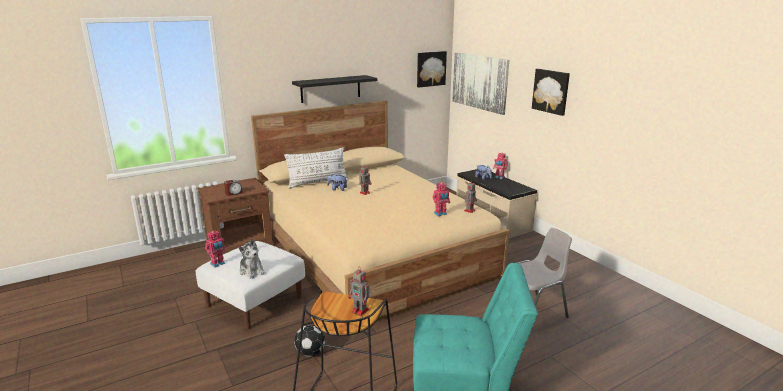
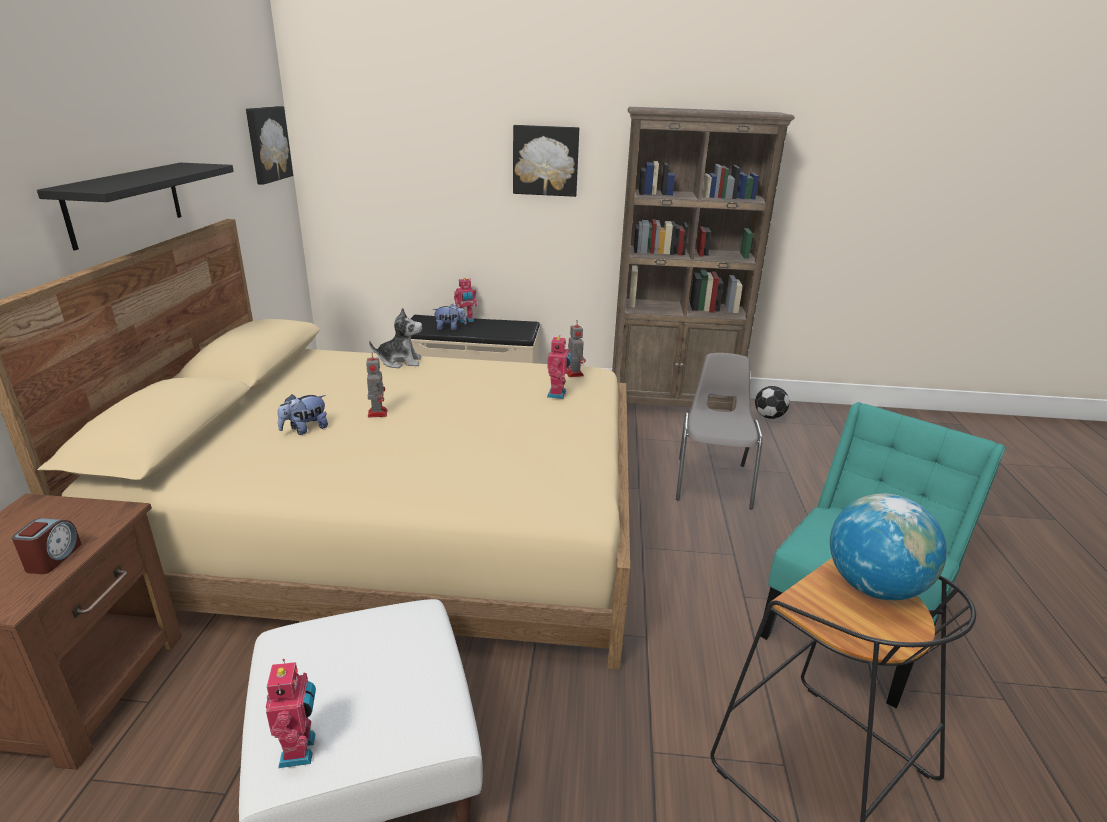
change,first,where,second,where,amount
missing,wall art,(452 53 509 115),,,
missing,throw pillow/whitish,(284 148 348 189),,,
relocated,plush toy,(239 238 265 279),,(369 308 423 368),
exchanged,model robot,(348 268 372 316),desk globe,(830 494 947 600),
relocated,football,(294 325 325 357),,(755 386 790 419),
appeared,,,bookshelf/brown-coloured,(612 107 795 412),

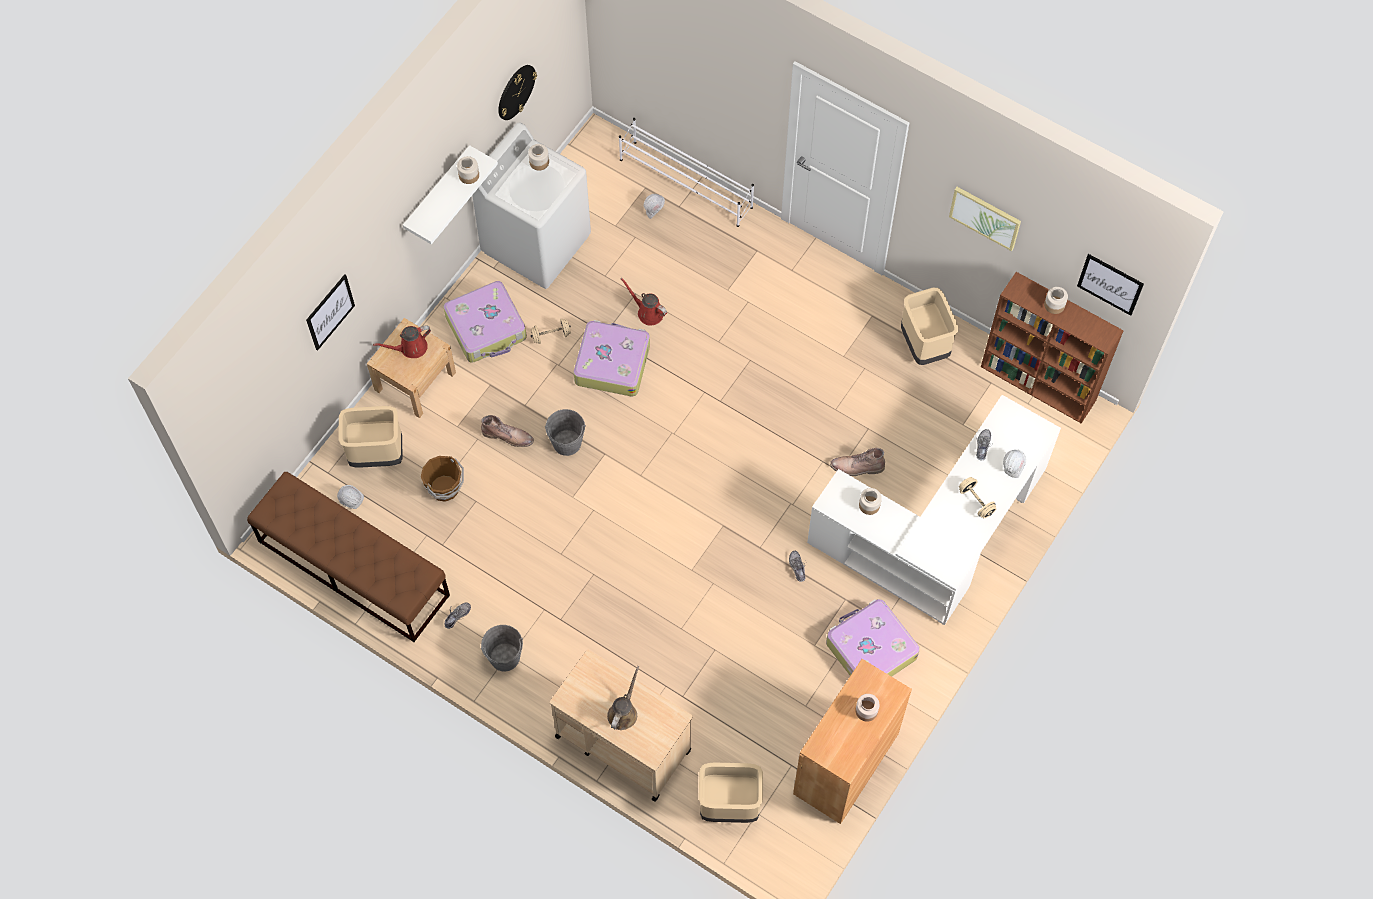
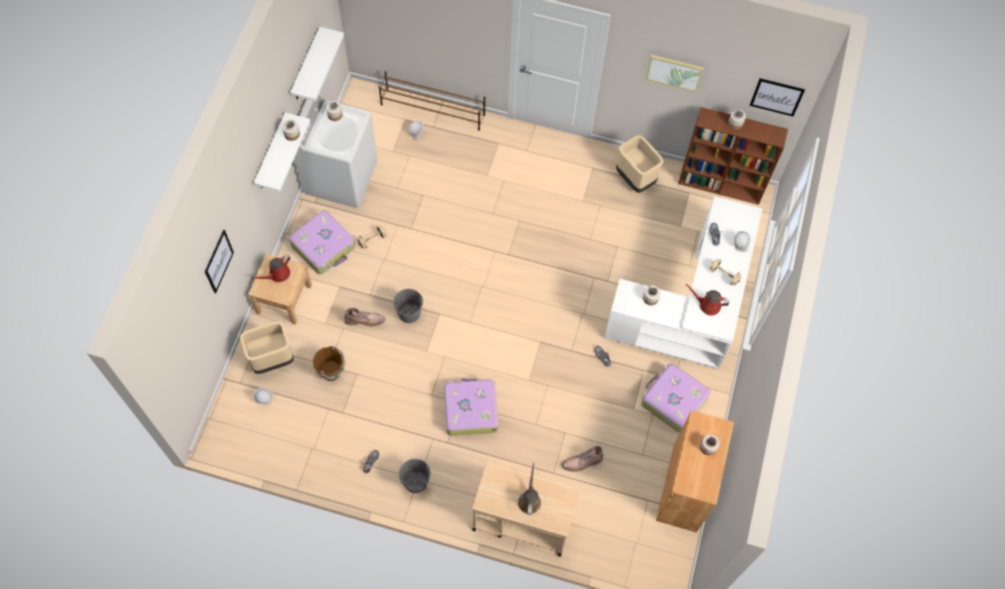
change,first,where,second,where,amount
exchanged,wall clock,(498 65 537 120),bracket shelf/whitish,(290 27 344 101),
colour,shoe stand/whitish,(619 118 754 227),shoe stand/brown-coloured,(379 71 485 131),
relocated,watering can/red-coloured,(621 278 667 326),,(686 284 730 316),
relocated,piece of luggage,(574 320 650 396),,(444 378 499 436),
relocated,boot/brown-coloured,(830 448 885 476),,(561 446 603 472),
missing,indoor bench/brown-coloured,(247 472 450 642),,,
missing,trash can/beige,(699 763 763 823),,,

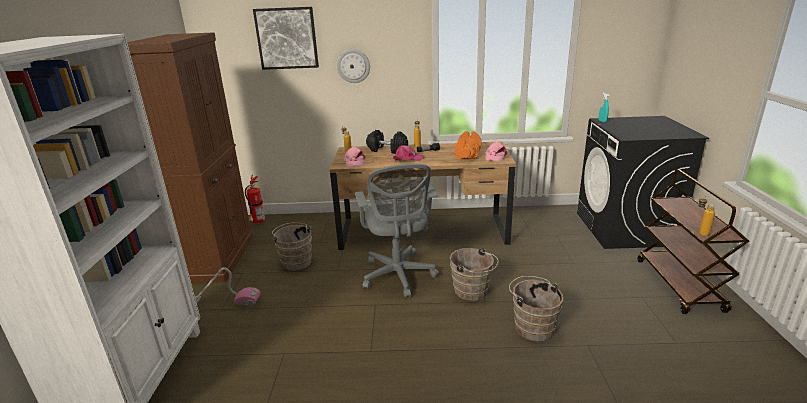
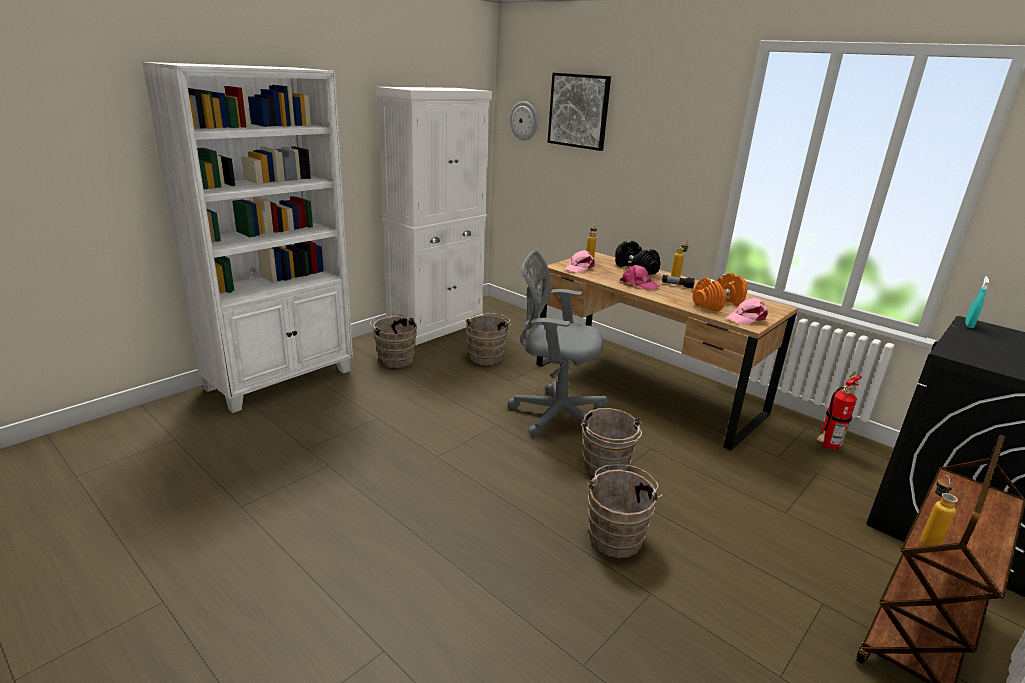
change,first,where,second,where,amount
colour,storage cabinet/brown-coloured,(127 32 253 283),storage cabinet/whitish,(376 87 492 345),
relocated,wall clock,(337 49 370 83),,(510 101 538 141),
spun,desk chair/greyish,(355 164 439 298),,(508 250 607 437),75 degrees clockwise
relocated,fire extinguisher,(245 175 265 224),,(817 372 862 450),
exchanged,hoover,(195 267 261 306),pail/brown-coloured,(370 314 417 368),

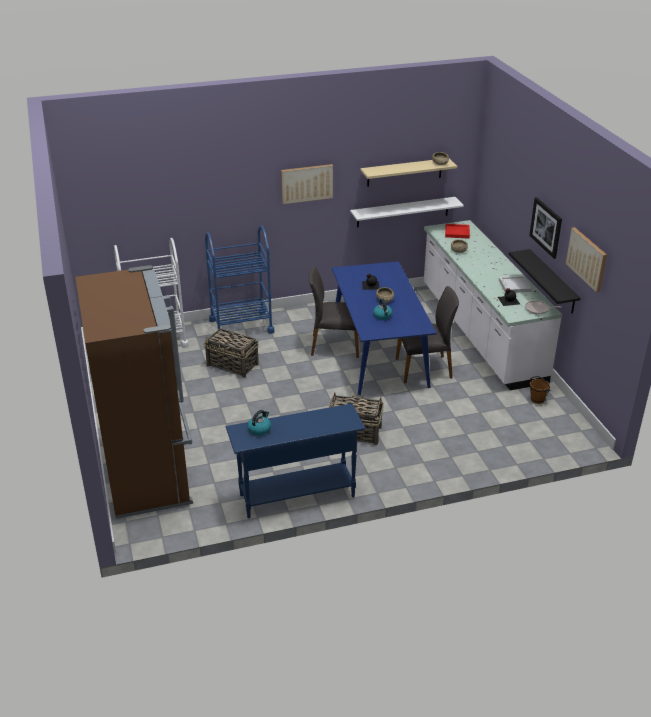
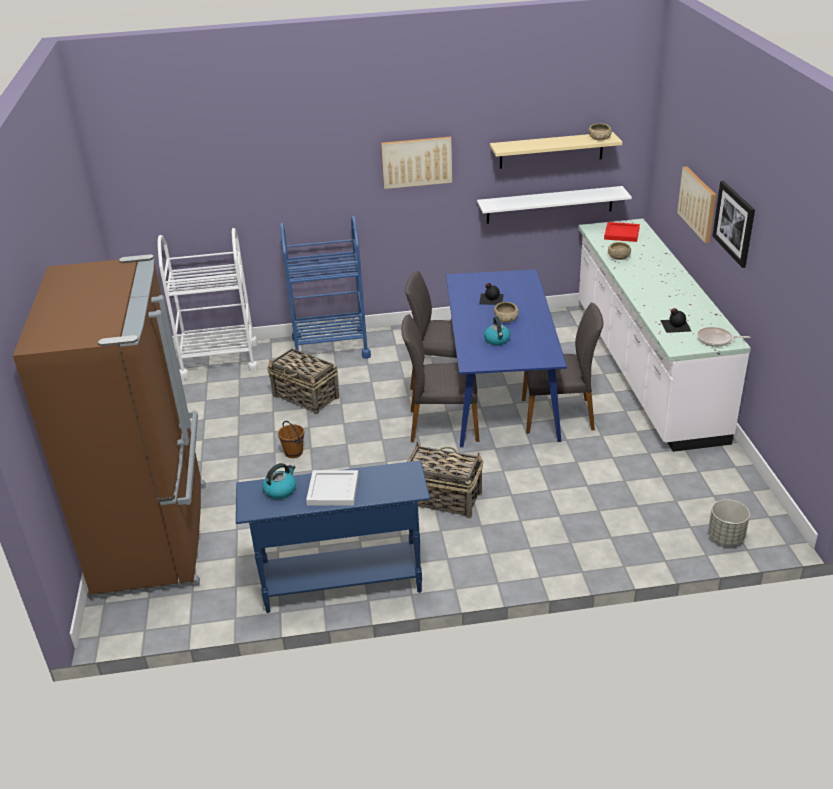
change,first,where,second,where,amount
relocated,wall art,(566 227 607 293),,(677 166 716 243),
missing,bracket shelf/black,(509 249 581 314),,,
relocated,carrying tray/whitish,(499 276 532 293),,(306 470 359 505),
relocated,pail/brown-coloured,(529 376 550 404),,(278 421 304 458),
appeared,,,upright chair/greyish,(401 314 479 442),
appeared,,,planter/greyish,(708 499 750 545),

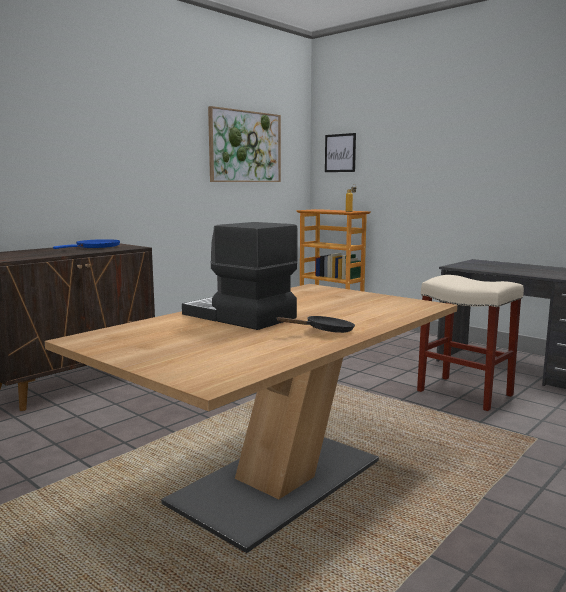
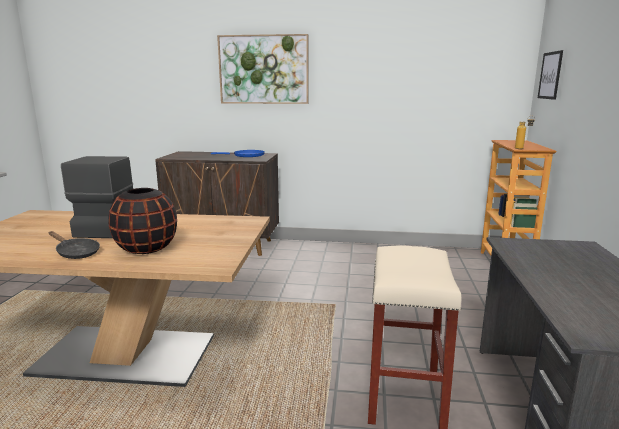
change,first,where,second,where,amount
relocated,wall art,(208 106 281 182),,(217 34 308 104),
appeared,,,decorative vase/black,(108 188 177 254),

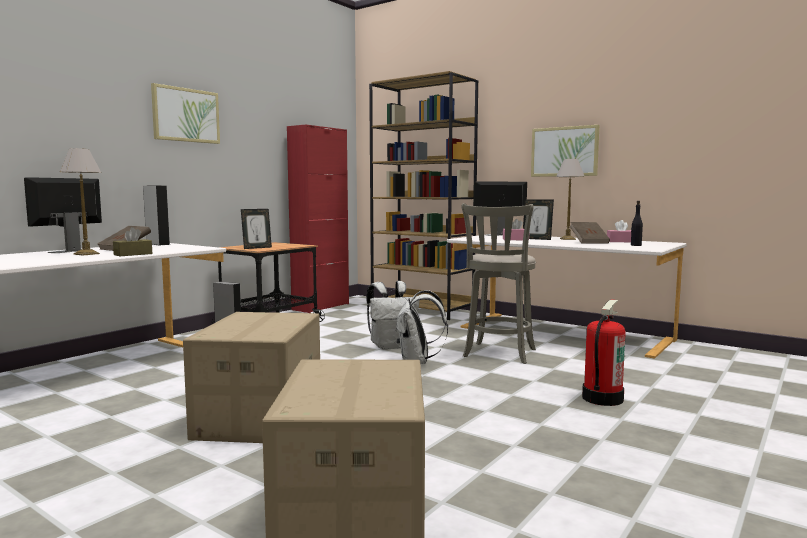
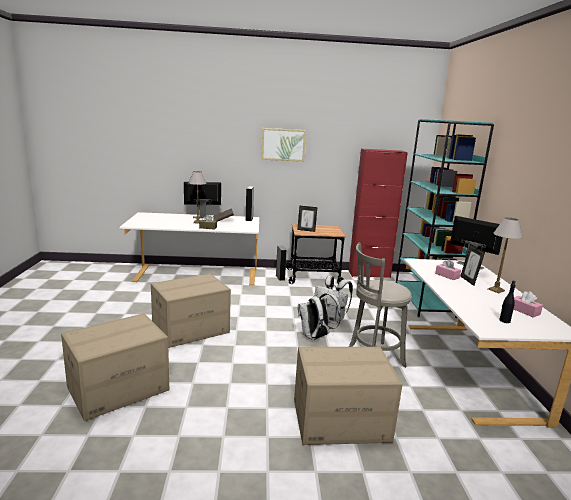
change,first,where,second,where,amount
colour,bookshelf/brown-coloured,(369 71 478 320),bookshelf/turquoise,(396 119 494 318),
missing,wall art,(531 125 599 177),,,
missing,book/brown-coloured,(570 222 610 244),,,
exchanged,fire extinguisher,(582 300 626 406),carton,(294 347 403 445),

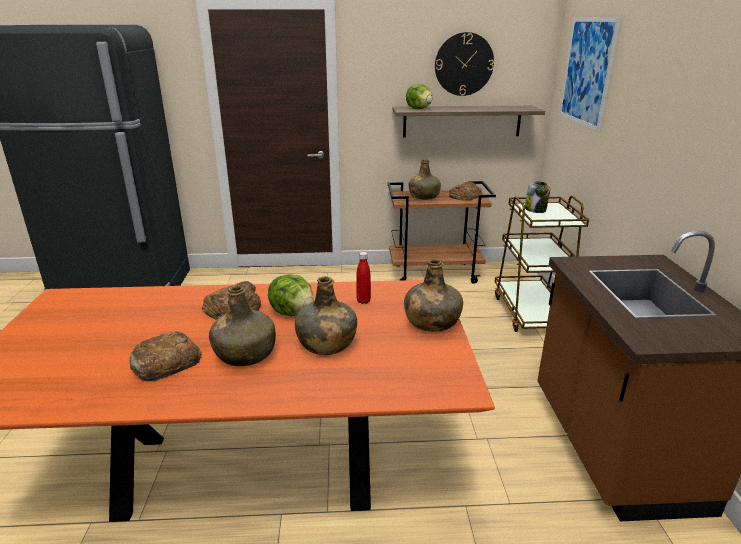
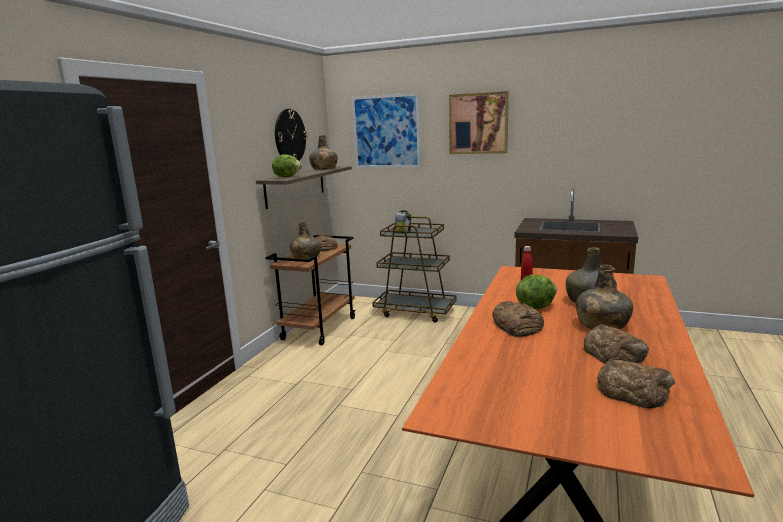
change,first,where,second,where,amount
relocated,bottle/greenish,(404 259 463 332),,(309 135 337 170),
appeared,,,wall art,(449 91 509 154),
appeared,,,baked bread,(597 359 675 408),

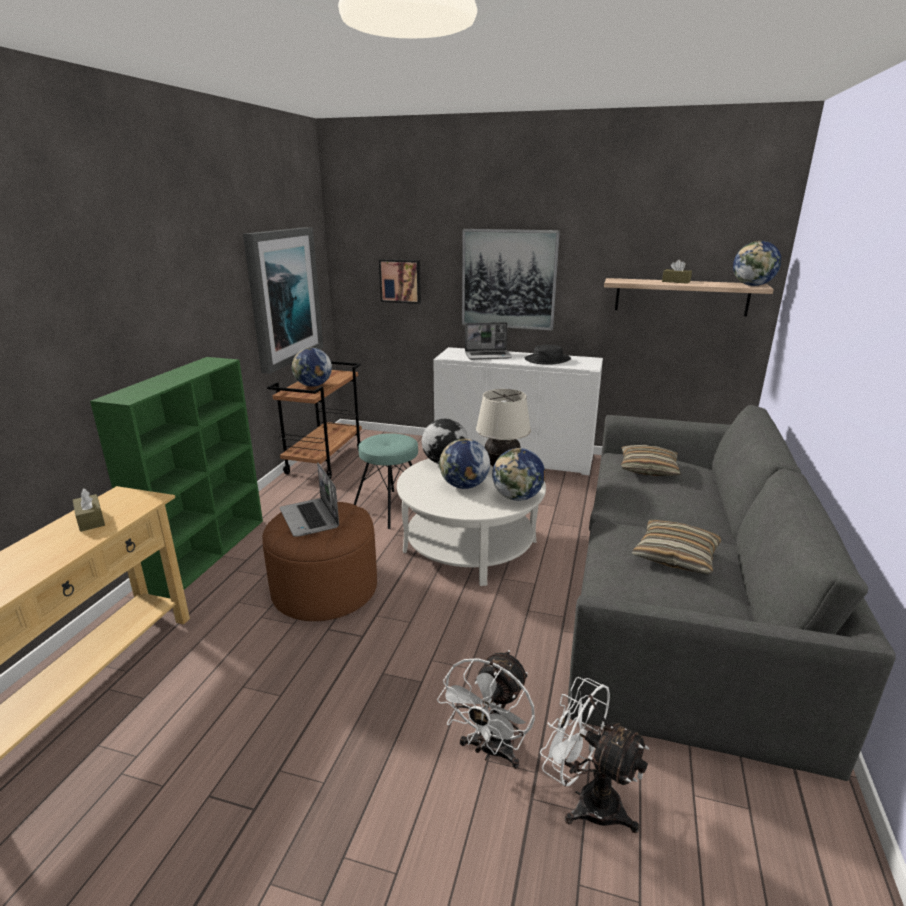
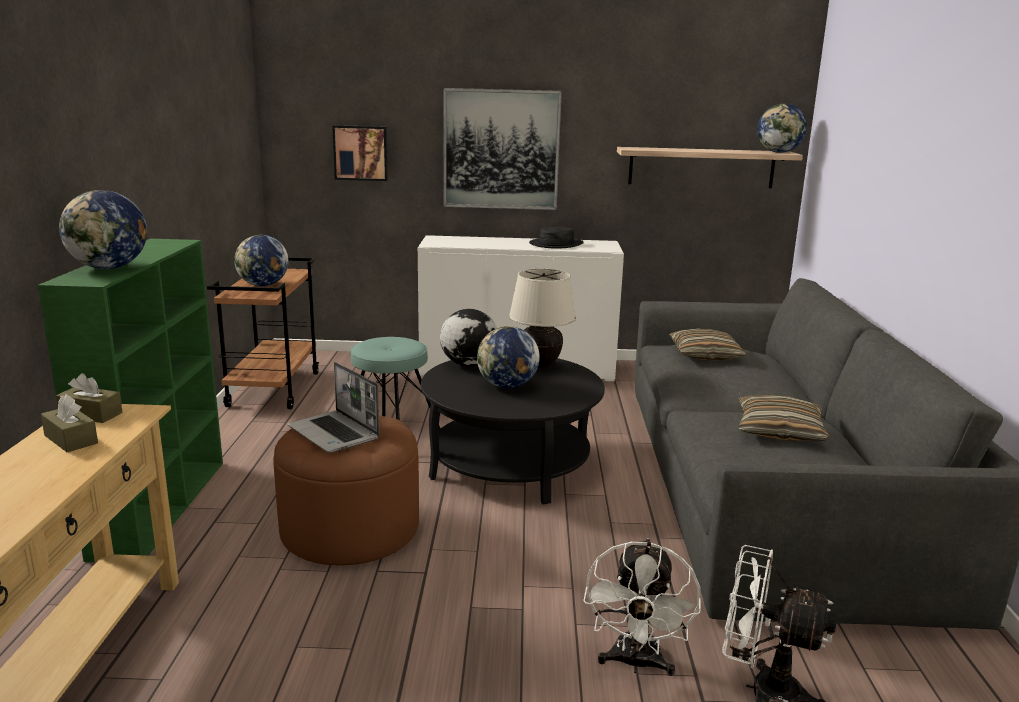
change,first,where,second,where,amount
missing,wall art,(243 227 323 374),,,
relocated,tissue holder/brown-coloured,(662 260 692 284),,(56 373 123 423),
missing,portable computer,(465 322 512 360),,,
relocated,desk globe,(492 448 545 501),,(59 190 147 269),
colour,low table/whitish,(397 459 546 586),low table/black,(421 358 605 504),

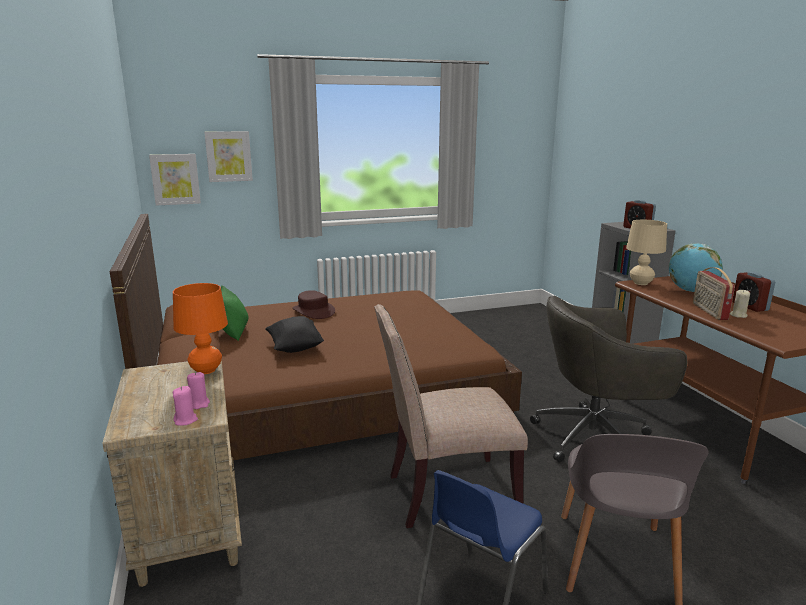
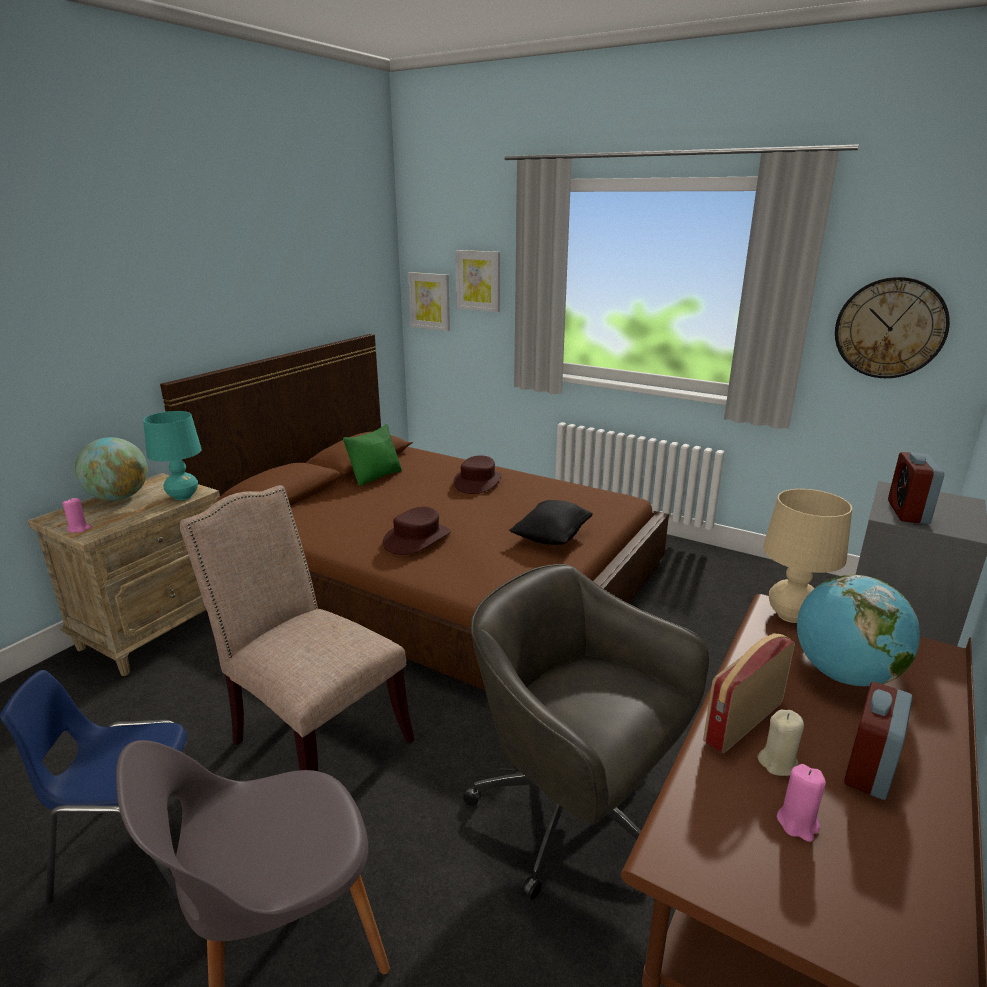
change,first,where,second,where,amount
colour,lamp for a table/orange,(173 283 228 374),lamp for a table/turquoise,(143 411 202 500),
relocated,throw pillow/black,(265 316 324 353),,(509 500 593 545),
relocated,wax candle/pinkish,(187 372 210 409),,(777 764 826 842),
appeared,,,wall clock,(835 277 950 378),
appeared,,,desk globe,(75 437 148 501),
appeared,,,hat/brown-coloured,(383 507 451 555),

